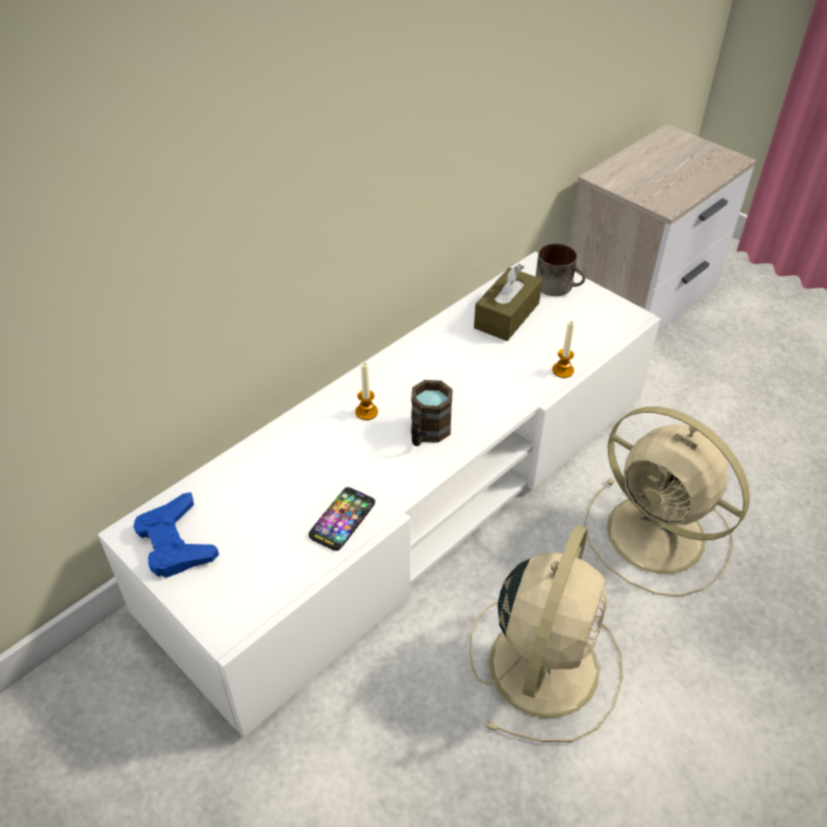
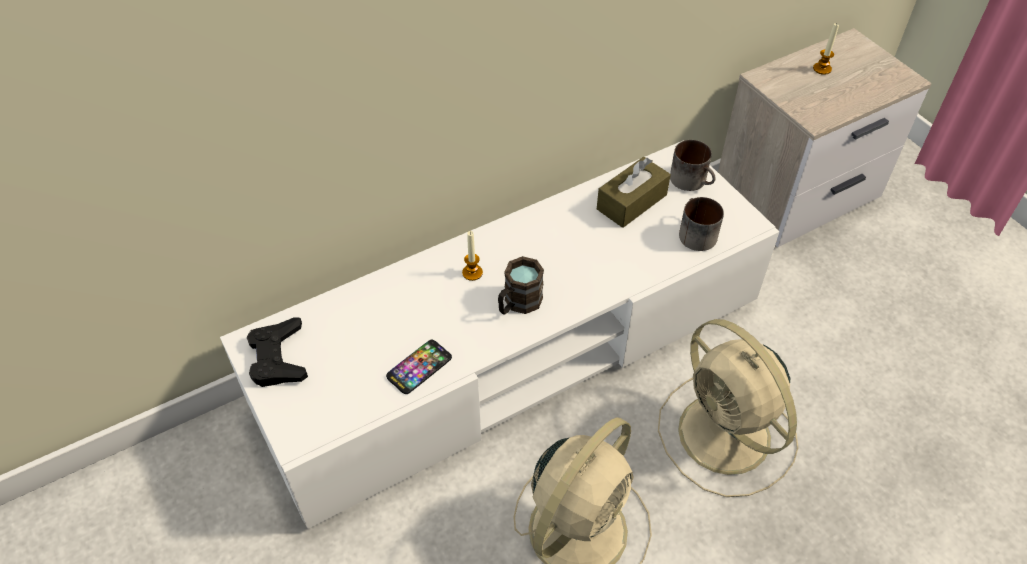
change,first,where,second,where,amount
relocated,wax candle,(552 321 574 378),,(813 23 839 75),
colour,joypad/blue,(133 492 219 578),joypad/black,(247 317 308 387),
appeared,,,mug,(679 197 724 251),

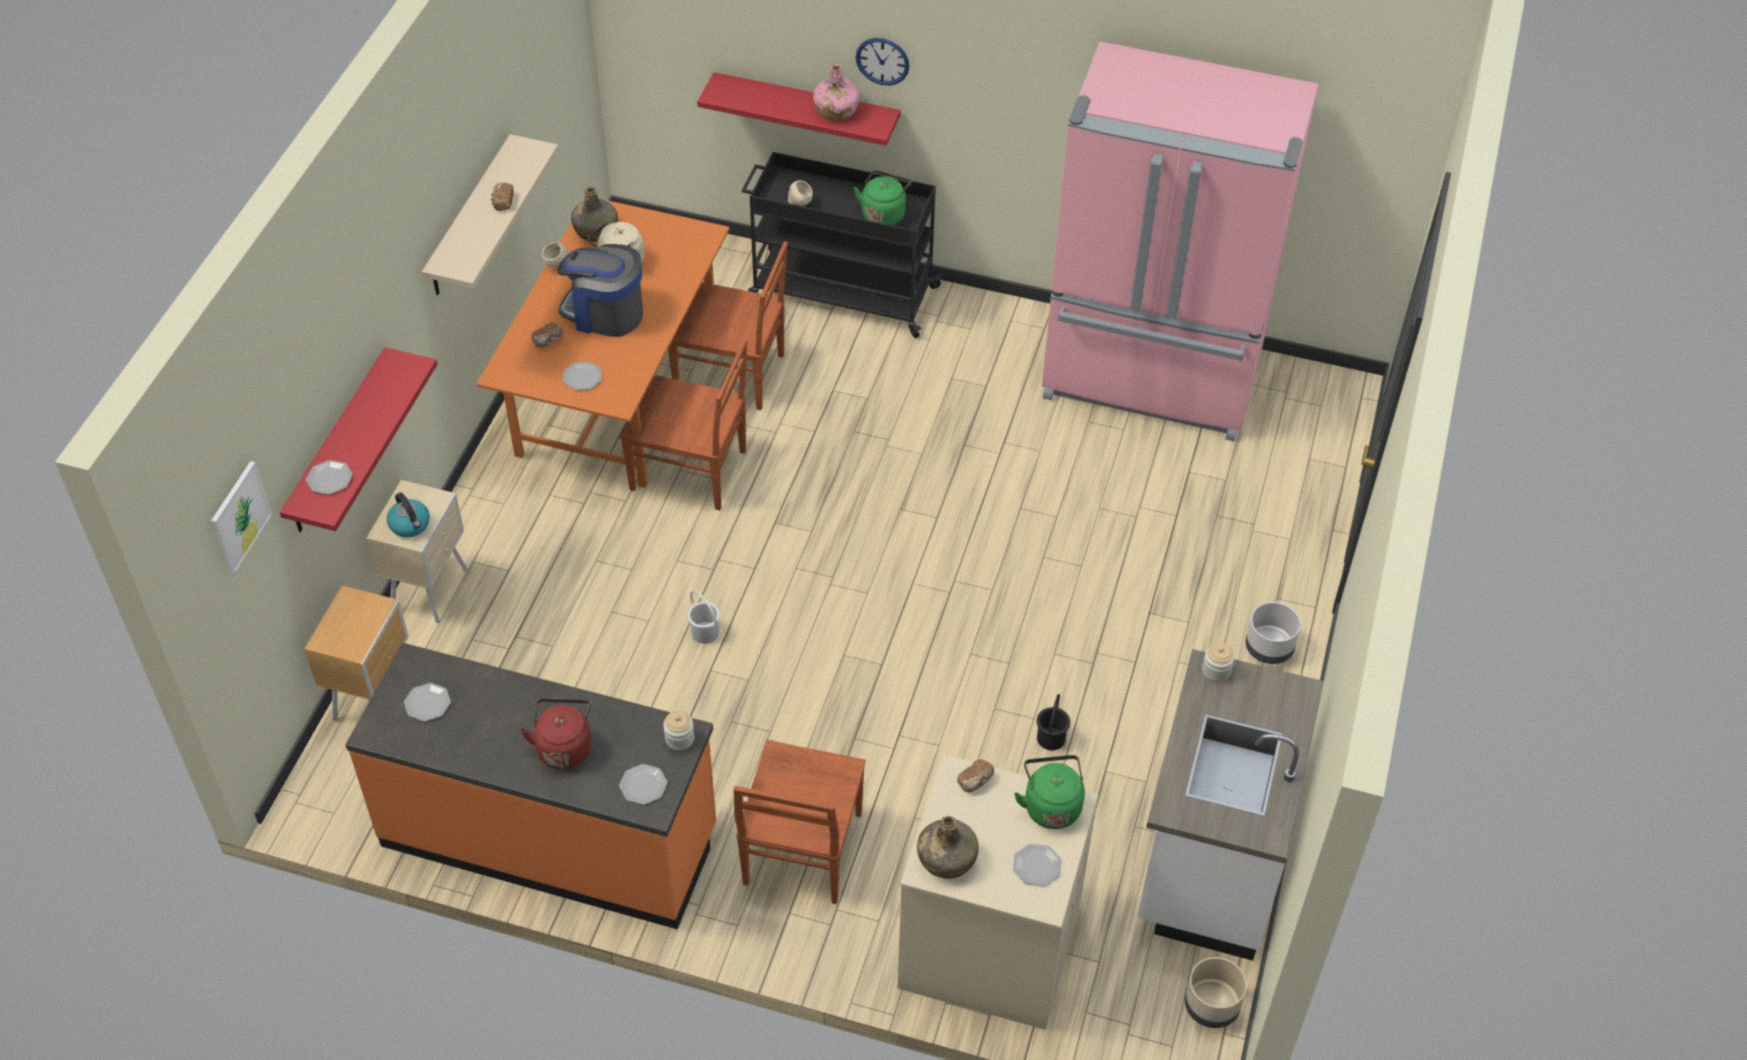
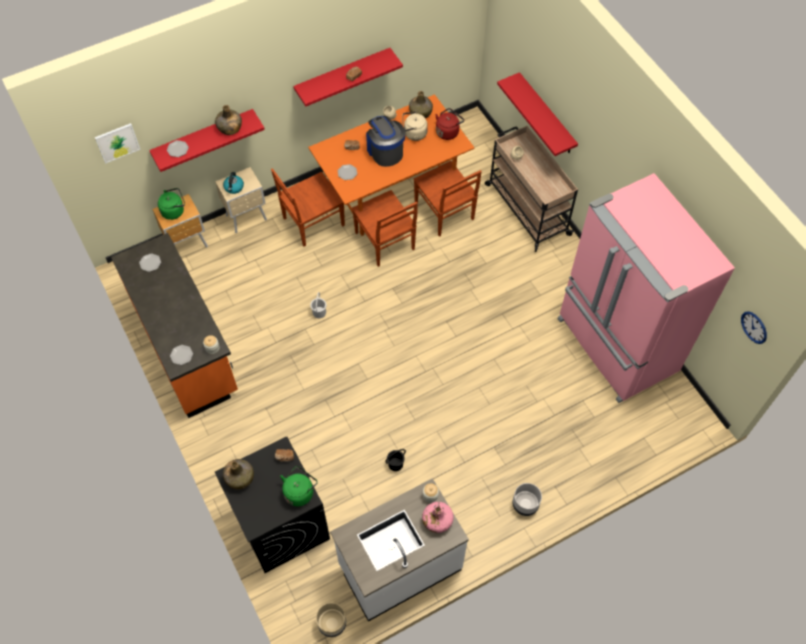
change,first,where,second,where,amount
relocated,wall clock,(856 38 910 85),,(741 311 767 344),
relocated,bottle/pinkish,(813 64 860 121),,(422 502 454 533),
colour,bracket shelf/beige,(422 134 559 295),bracket shelf/red-coloured,(293 48 403 107),
colour,wheeled cart/black,(742 152 943 338),wheeled cart/beige,(485 126 578 252),
relocated,kettle/greenish,(854 170 912 226),,(158 188 185 220),
relocated,kettle/red-coloured,(520 699 592 769),,(435 108 464 140),
relocated,upright chair/brown-coloured,(734 740 866 904),,(271 168 345 246),
colour,laundry appliance/beige,(897 755 1098 1030),laundry appliance/black,(215 437 330 573),
missing,dinner plate,(1013 844 1062 886),,,
appeared,,,bottle/greenish,(215 105 242 135),

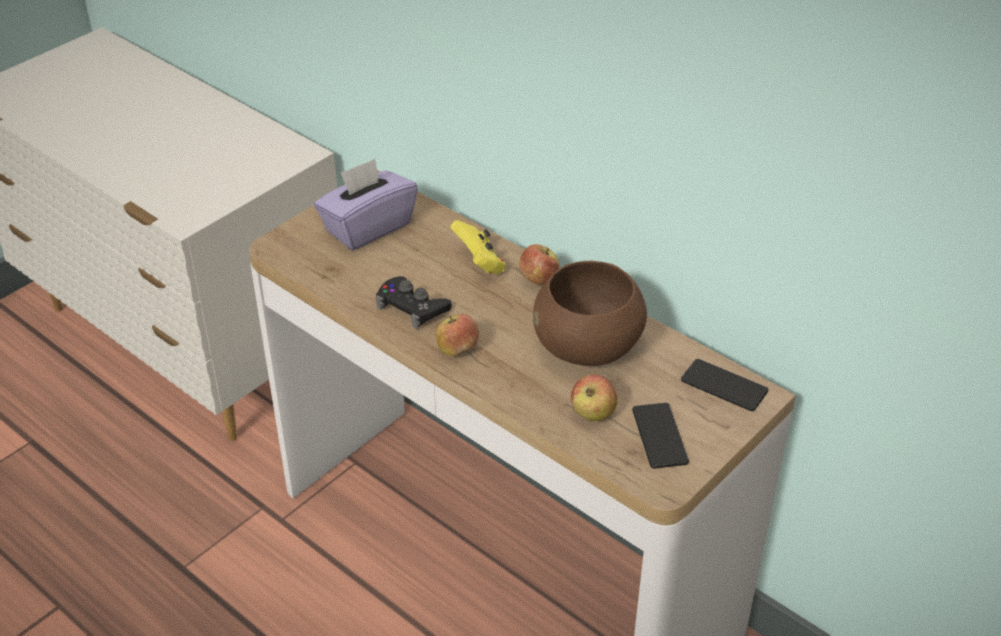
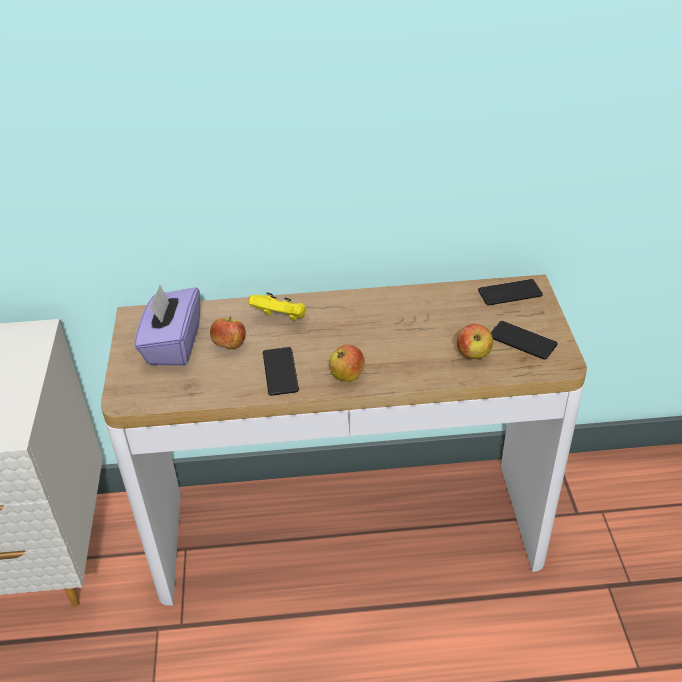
change,first,where,second,where,amount
relocated,apple,(519 244 559 285),,(210 317 246 349),
missing,deep dish/brown-coloured,(533 261 647 366),,,
exchanged,joypad/black,(375 276 452 329),phone,(263 347 299 396),

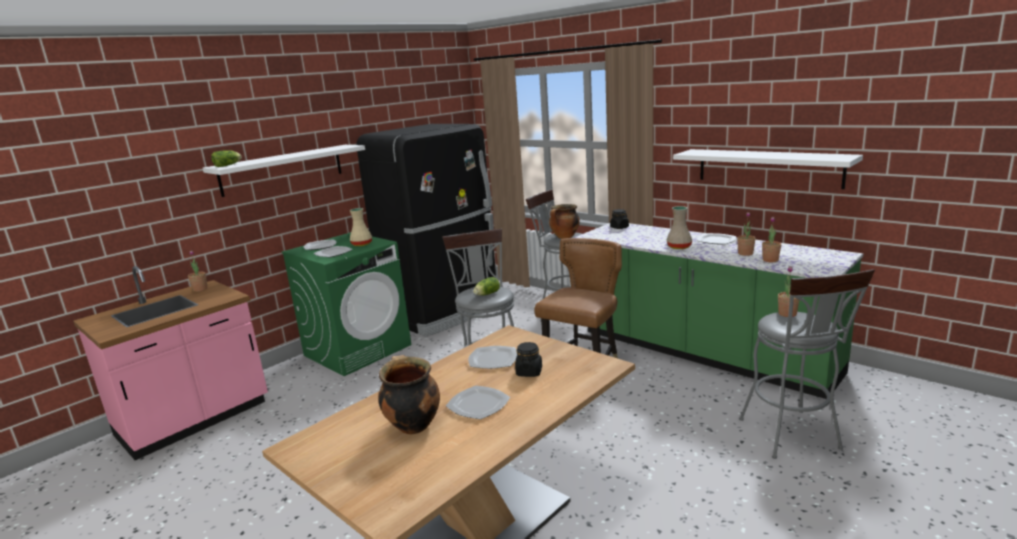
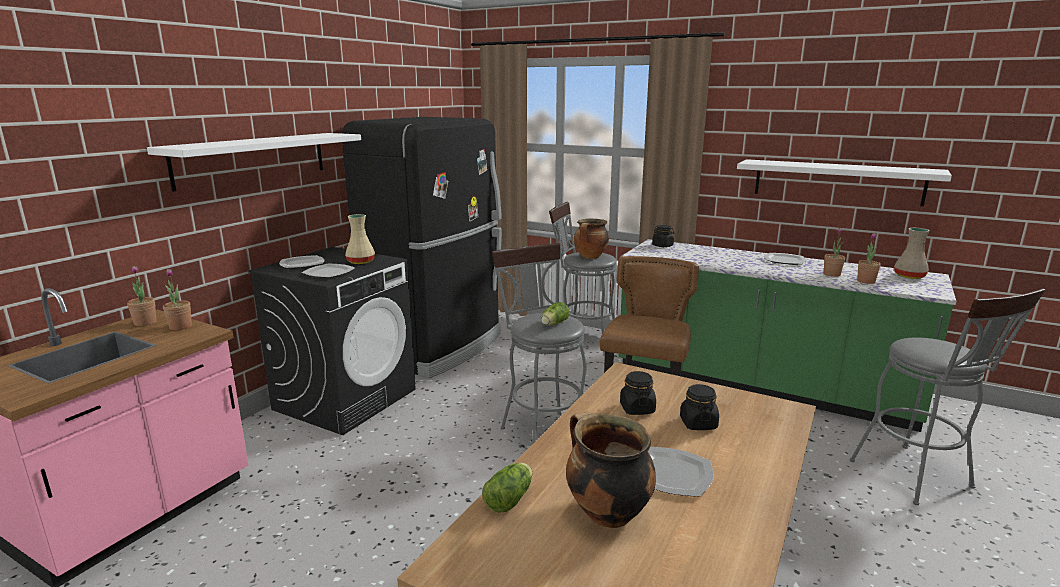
change,first,where,second,where,amount
relocated,head of lettuce,(211 150 242 167),,(482 463 532 513),
relocated,decorative vase/beige,(667 206 692 249),,(894 228 930 279),
colour,laundry appliance/greenish,(282 232 411 376),laundry appliance/black,(248 247 416 435),
relocated,houseplant,(778 266 799 317),,(163 269 192 330),
exchanged,dinner plate,(468 346 517 369),storage jar/black,(620 371 656 415),

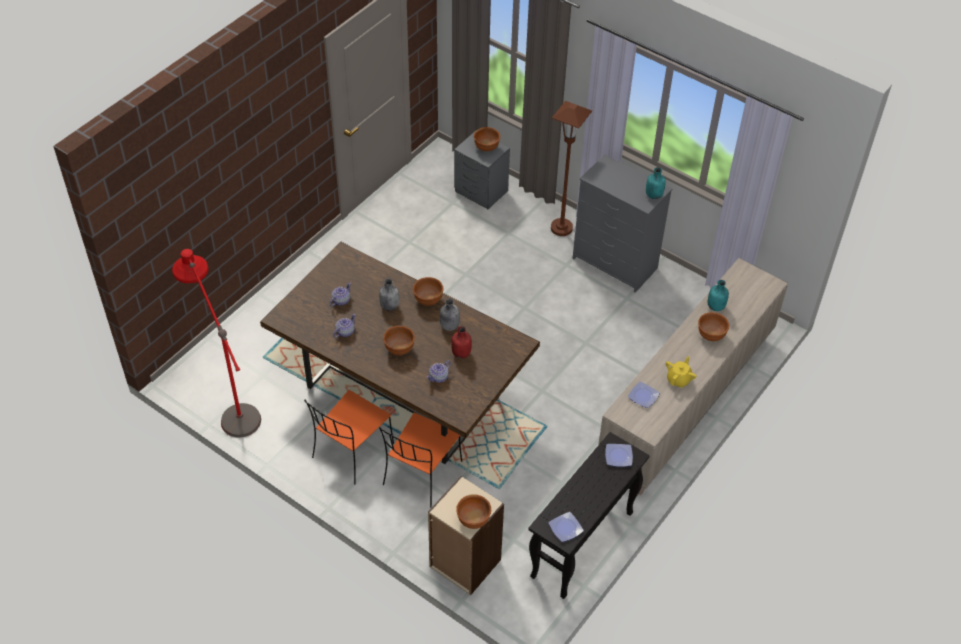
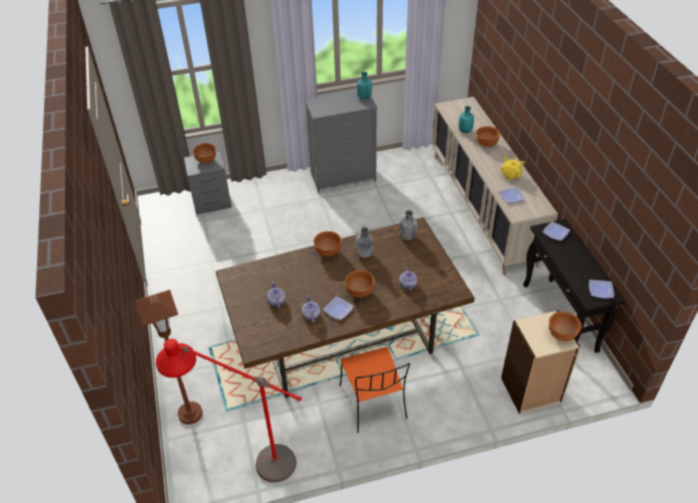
change,first,where,second,where,amount
relocated,floor lamp/brown-coloured,(551 101 592 236),,(135 290 203 424),
relocated,bottle/greyish,(379 279 399 311),,(400 210 418 240),
missing,bottle/red-coloured,(451 326 472 358),,,
missing,upright chair/orange,(379 412 462 507),,,
appeared,,,dinner plate,(323 296 354 320),

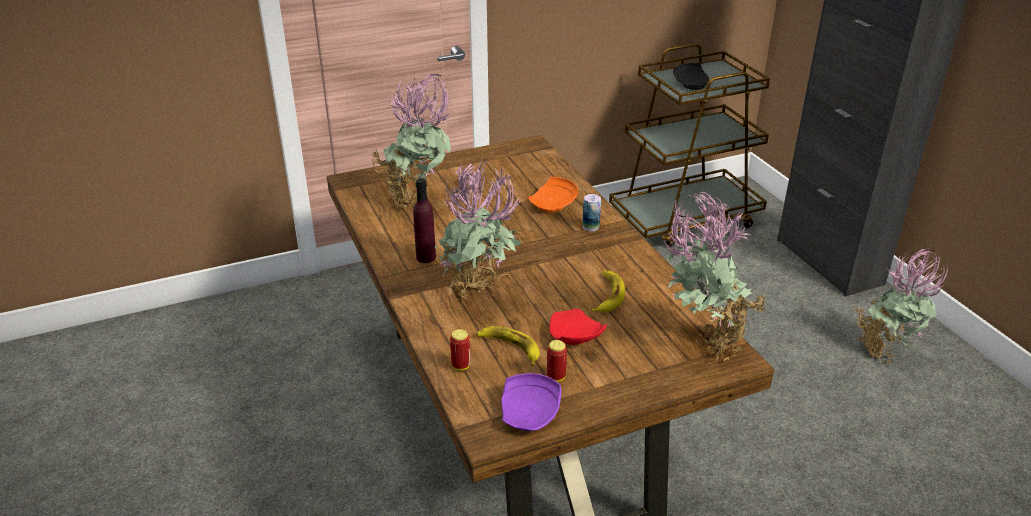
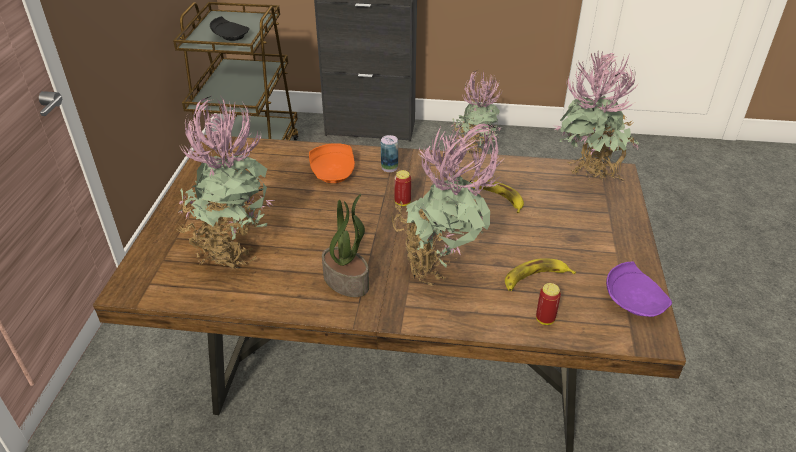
change,first,where,second,where,amount
exchanged,bottle/purple,(413 178 436 263),houseplant,(322 194 369 297),
missing,dinner plate/red-coloured,(549 309 607 345),,,
relocated,can,(547 340 567 382),,(394 170 411 206),

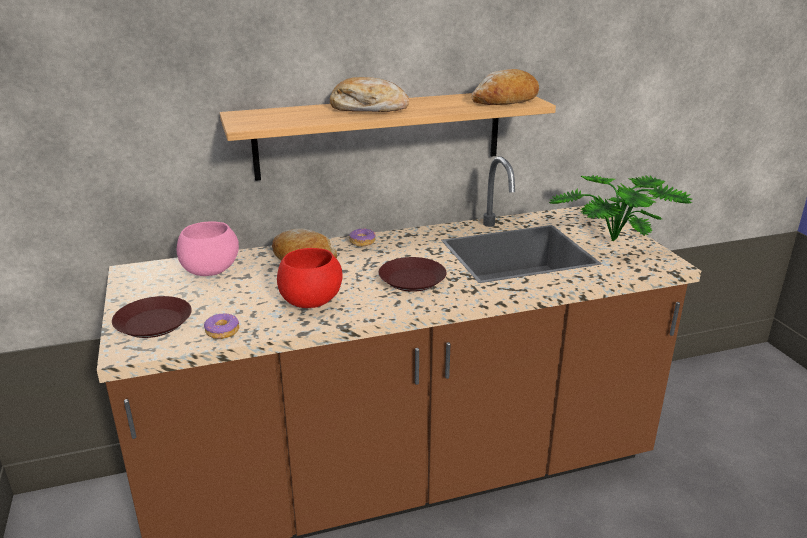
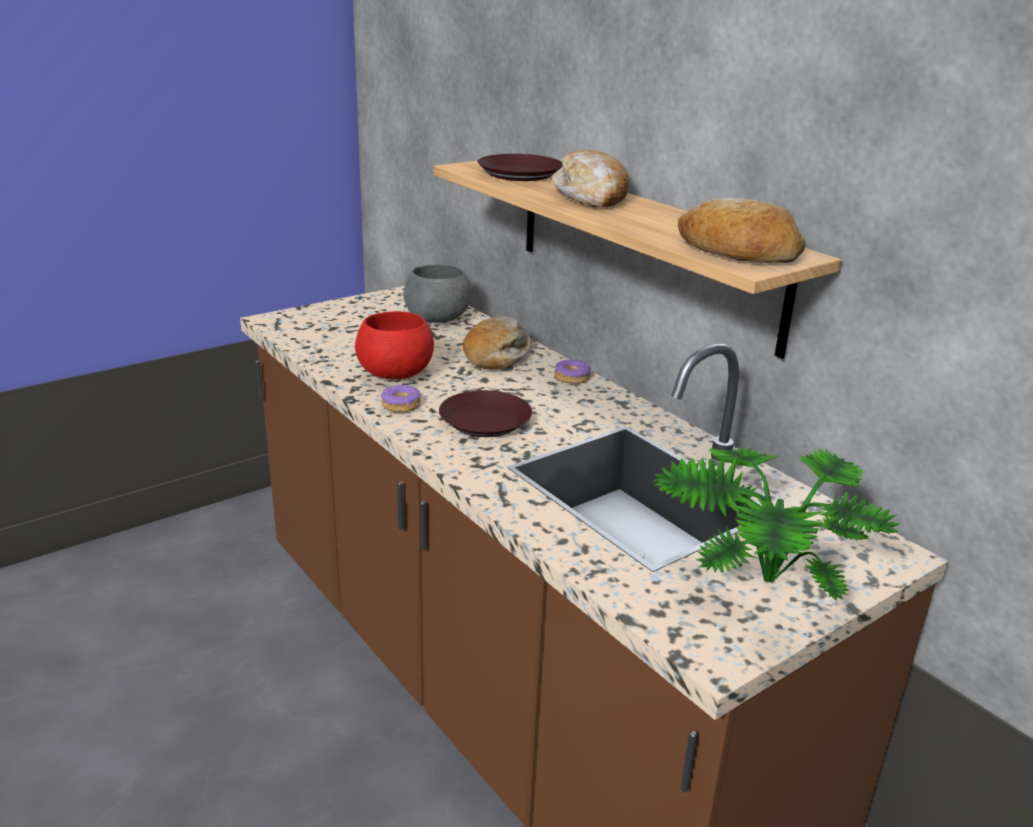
change,first,where,second,where,amount
colour,deep dish/pinkish,(177 221 239 276),deep dish/greyish,(403 264 472 323),
relocated,dinner plate/brown-coloured,(112 296 192 338),,(477 154 563 181),
relocated,donut,(204 313 240 339),,(381 385 421 412),

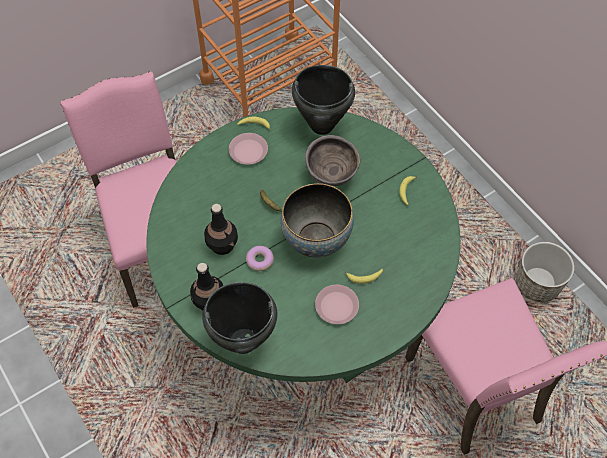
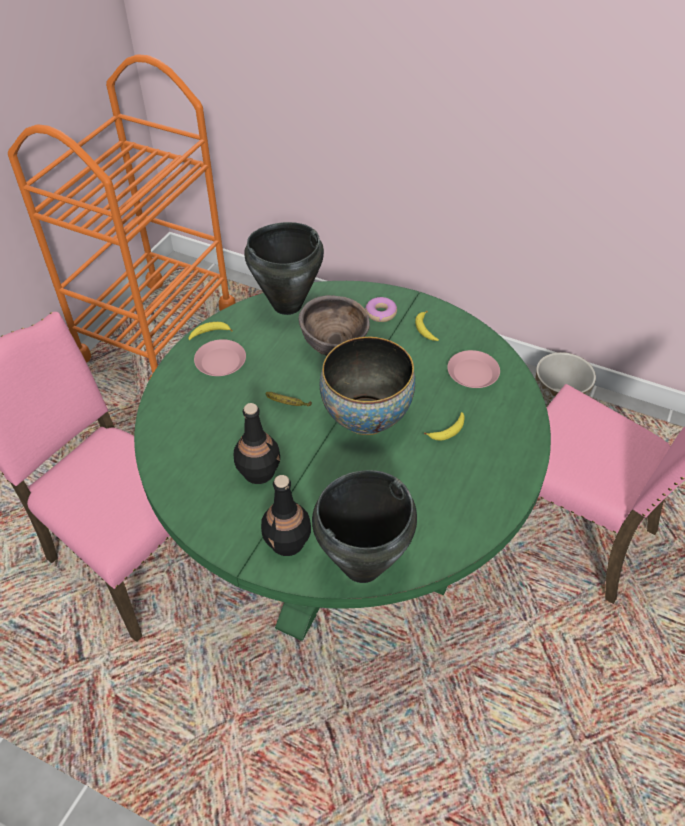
change,first,where,second,where,amount
relocated,donut,(246 246 274 271),,(365 297 397 322),
relocated,dinner plate/pinkish,(315 285 359 324),,(447 350 500 388),

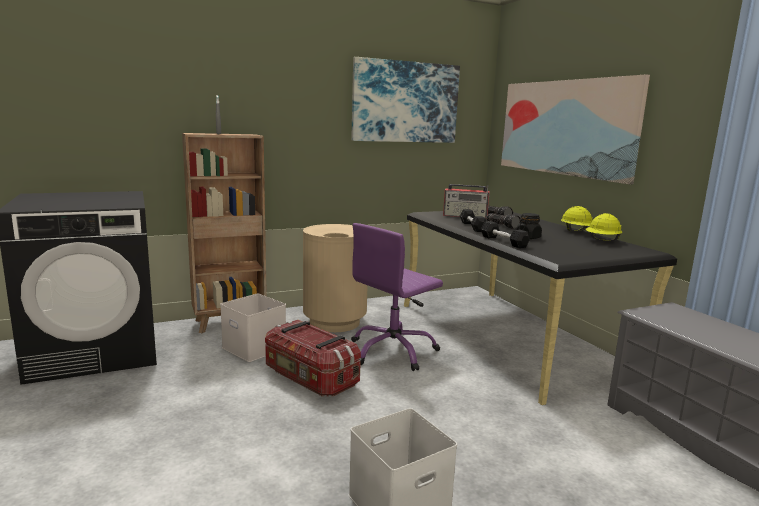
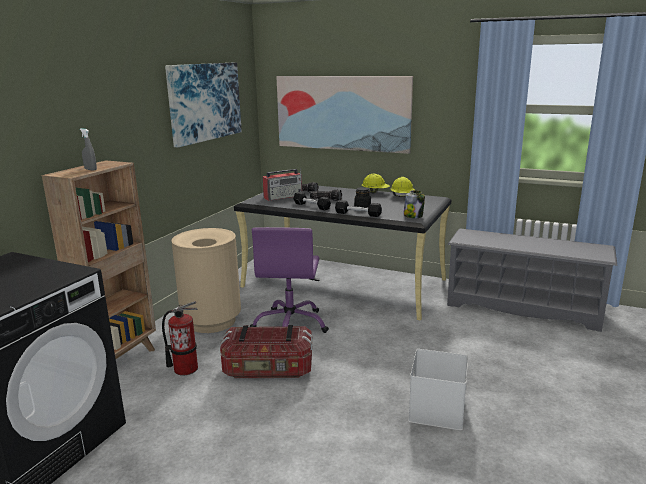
change,first,where,second,where,amount
exchanged,storage box/whitish,(220 294 286 362),fire extinguisher,(162 301 198 376),
appeared,,,storage jar,(403 190 425 218),

